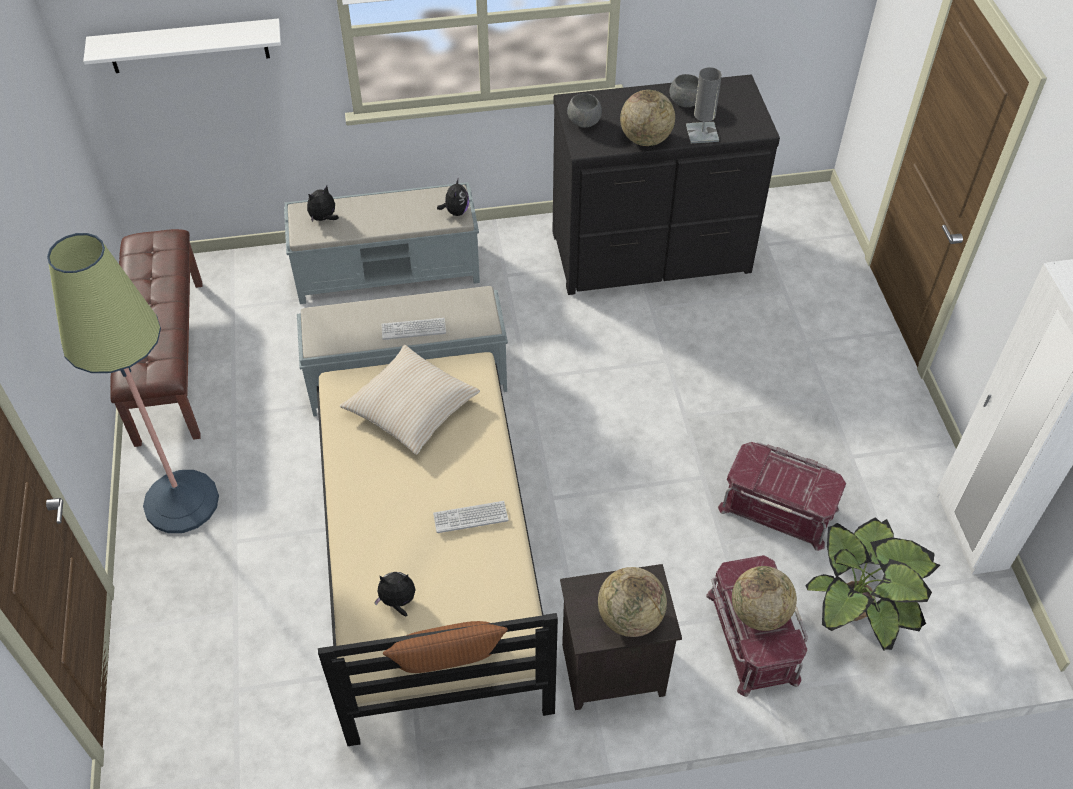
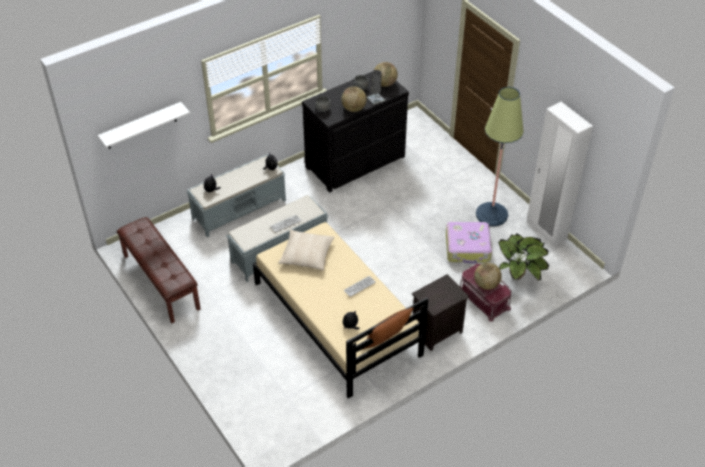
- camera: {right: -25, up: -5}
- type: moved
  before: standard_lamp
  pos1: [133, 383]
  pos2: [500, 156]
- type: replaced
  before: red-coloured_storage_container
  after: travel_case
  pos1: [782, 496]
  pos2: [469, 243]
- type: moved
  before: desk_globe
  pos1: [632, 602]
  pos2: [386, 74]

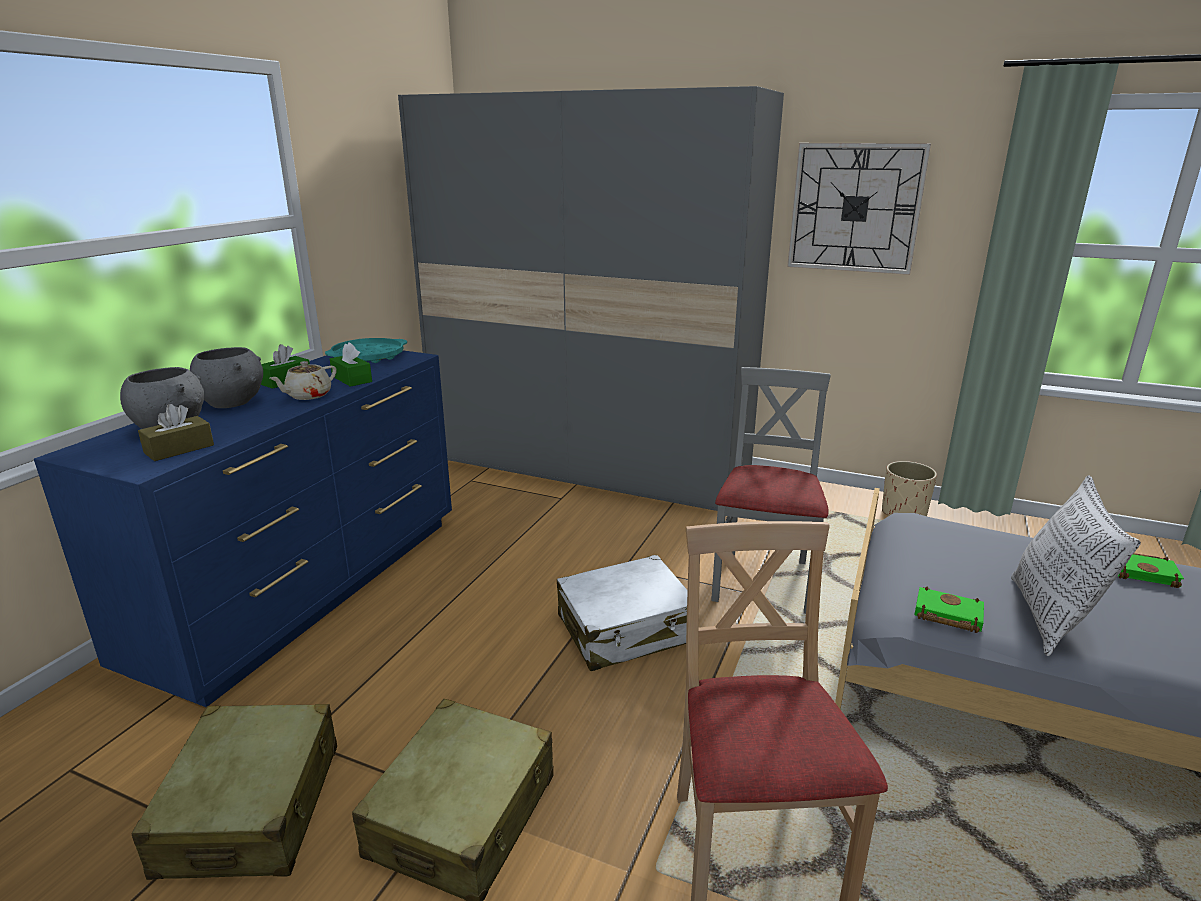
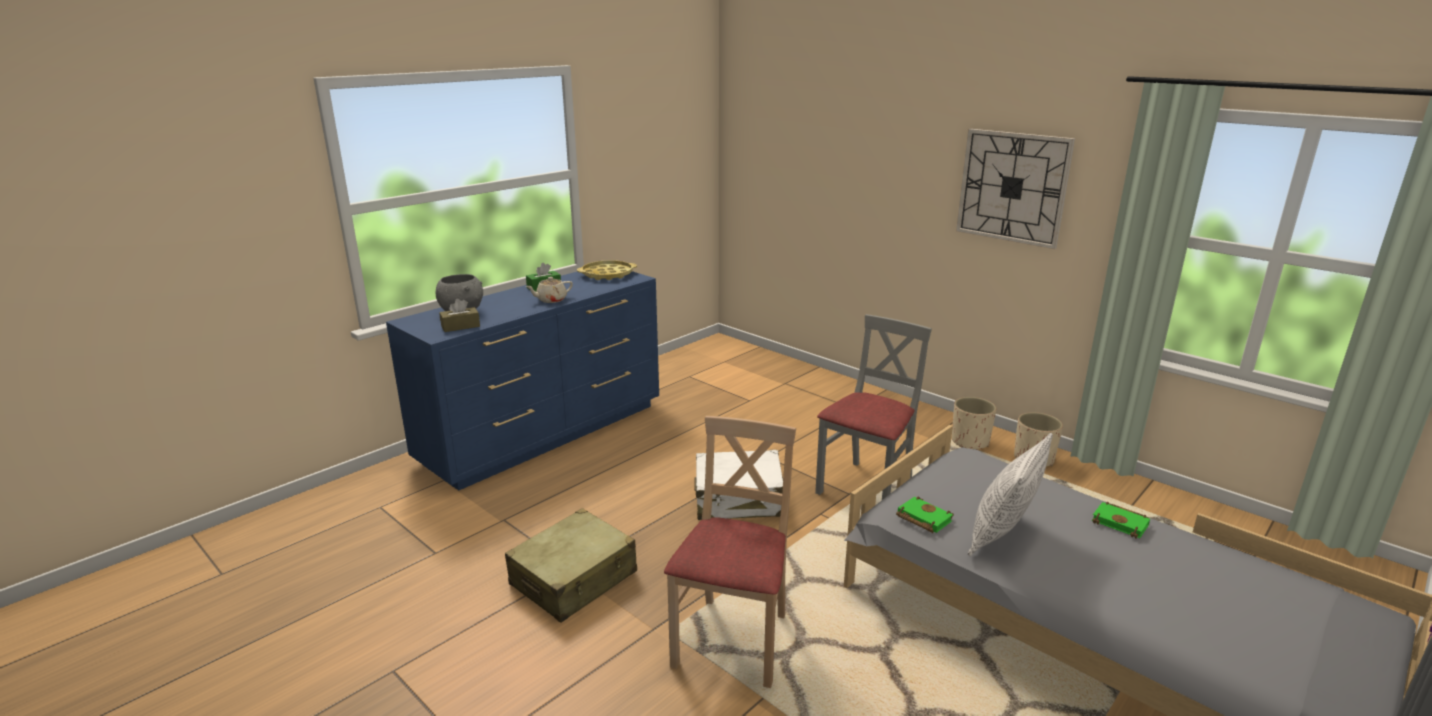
- camera: {right: 20, up: 0}
- type: removed
  before: grey_wardrobe
  pos1: [591, 298]
- type: recoloured
  before: blue-green_tray
  after: yellow_tray
  pos1: [366, 350]
  pos2: [607, 270]
- type: removed
  before: greenish_tissue_holder
  pos1: [351, 364]
- type: removed
  before: grey_deep_dish
  pos1: [226, 377]
- type: removed
  before: beige_travel_case
  pos1: [234, 792]
- type: added
  after: beige_plant_pot
  pos2: [974, 423]

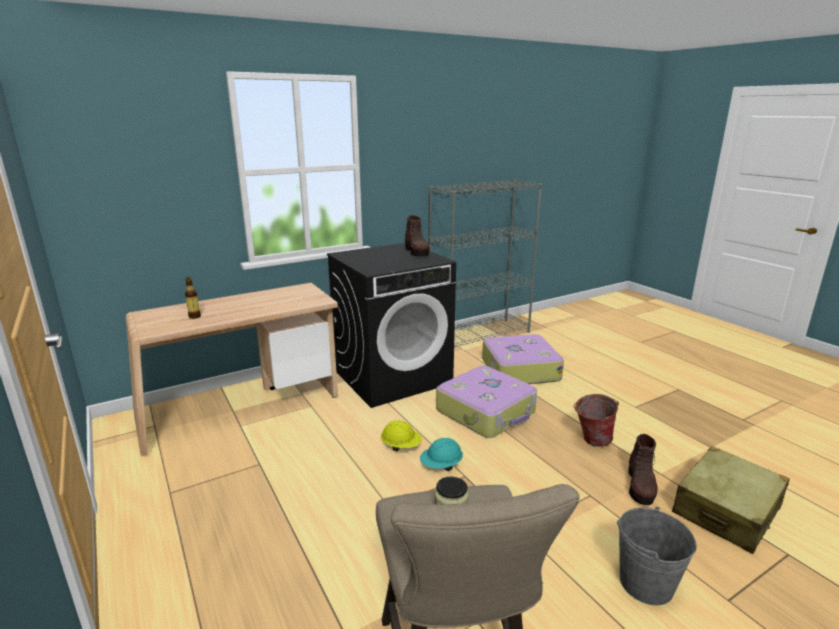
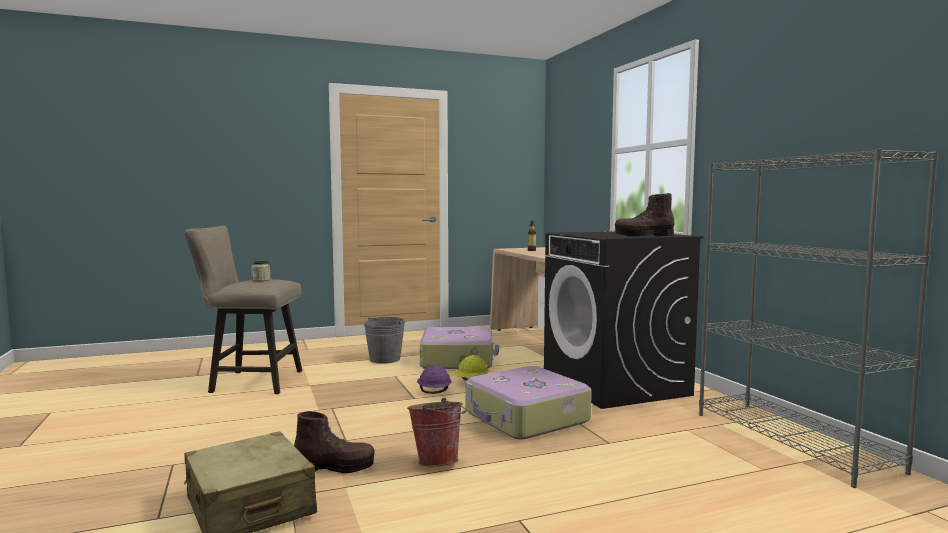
- camera: {right: 100, up: -15}
- type: moved
  before: travel_case
  pos1: [523, 359]
  pos2: [459, 348]
- type: turned
  before: brown_high-top_boot
  pos1: [643, 469]
  pos2: [334, 442]
  turn: 150
- type: recoloured
  before: blue-green_safety_helmet
  after: purple_safety_helmet
  pos1: [441, 454]
  pos2: [434, 379]
- type: moved
  before: grey_water_bucket
  pos1: [657, 556]
  pos2: [384, 340]

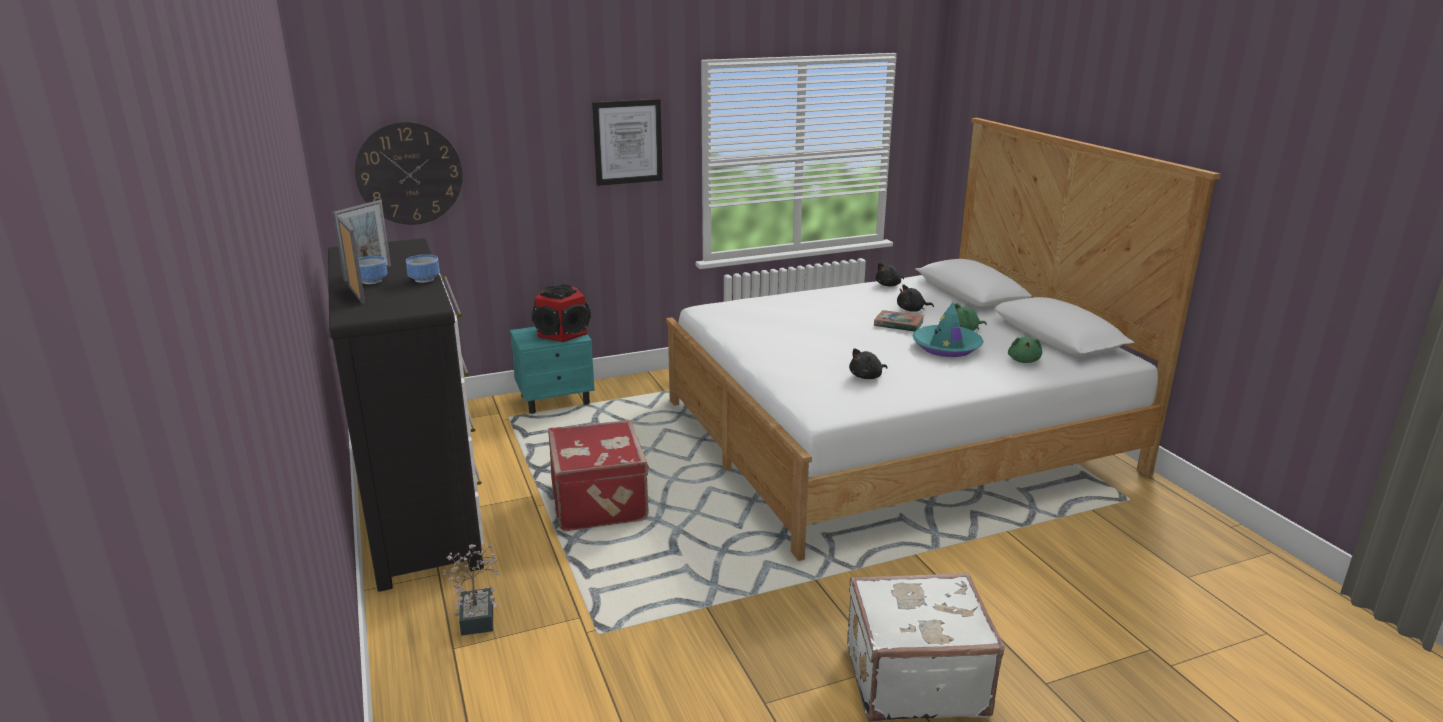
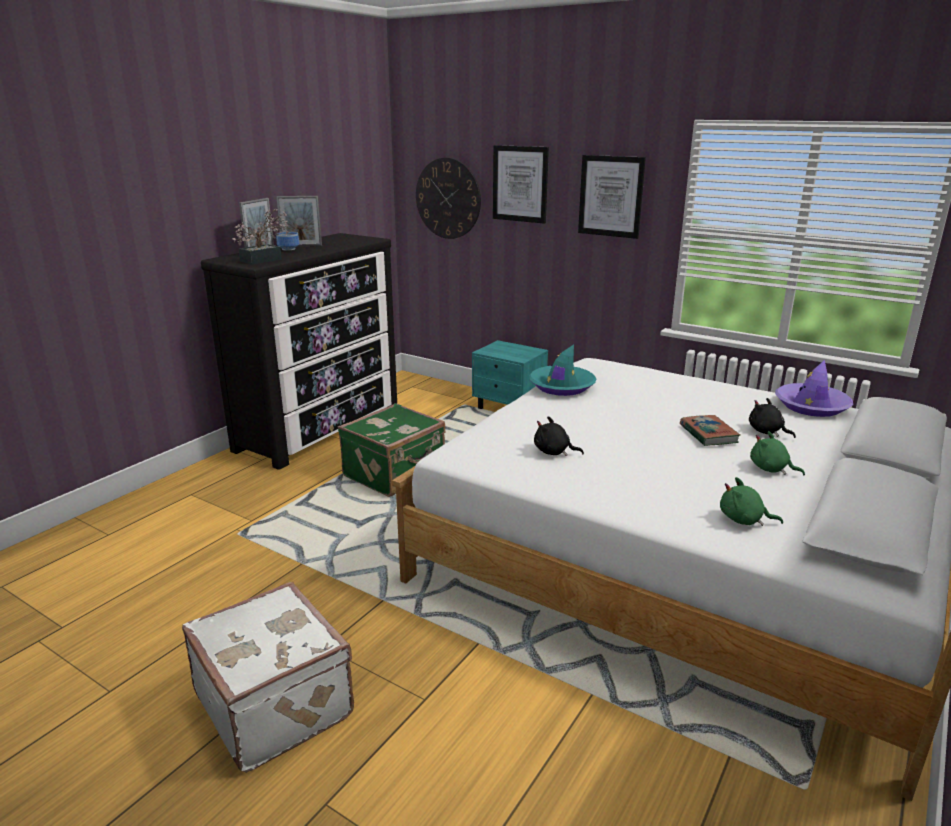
- camera: {right: 55, up: 0}
- type: removed
  before: deep_dish
  pos1: [423, 268]
- type: replaced
  before: black_soft_toy
  after: purple_wearable_hat
  pos1: [890, 274]
  pos2: [814, 388]
- type: removed
  before: audio_speaker
  pos1: [561, 313]
- type: moved
  before: blue-green_wearable_hat
  pos1: [948, 329]
  pos2: [563, 370]
- type: turned
  before: greenish_soft_toy
  pos1: [1025, 350]
  pos2: [751, 501]
  turn: 45
- type: recoloured
  before: red-coloured_travel_case
  after: greenish_travel_case
  pos1: [599, 475]
  pos2: [391, 450]
- type: moved
  before: houseplant
  pos1: [471, 590]
  pos2: [260, 236]
- type: added
  after: wall_art
  pos2: [521, 184]

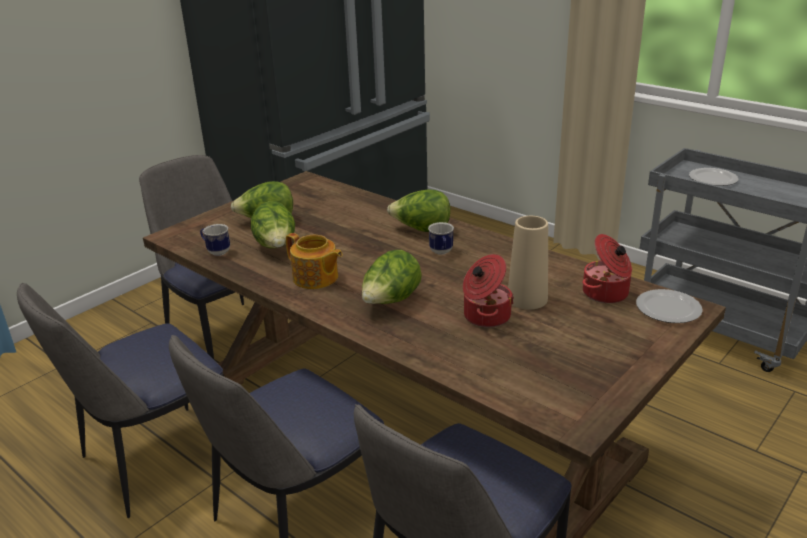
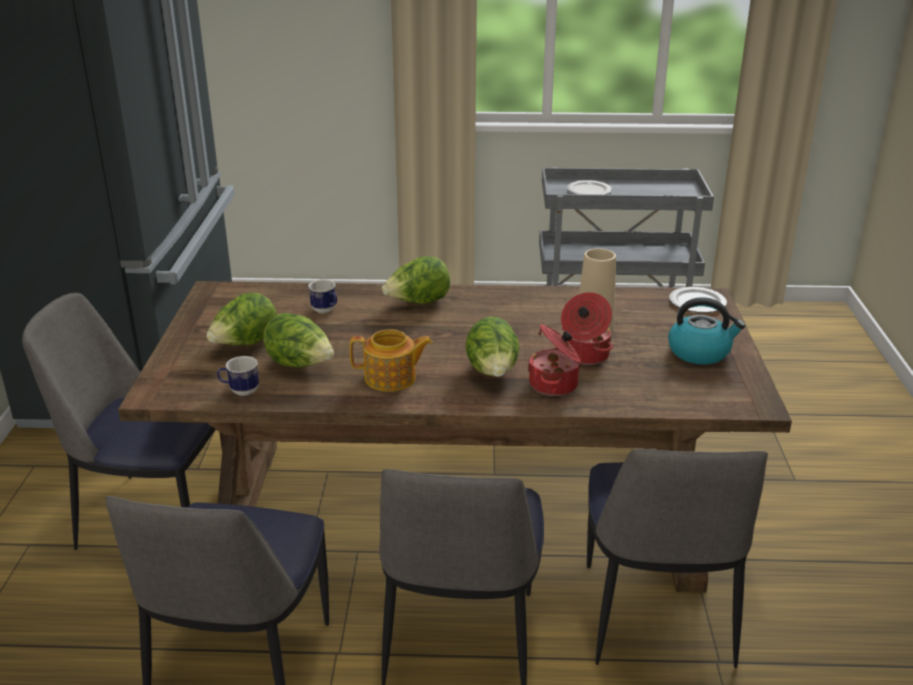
- camera: {right: -40, up: 0}
- type: moved
  before: tea_mug
  pos1: [441, 238]
  pos2: [322, 296]
- type: moved
  before: stockpot
  pos1: [607, 268]
  pos2: [554, 360]
- type: added
  after: kettle
  pos2: [706, 331]

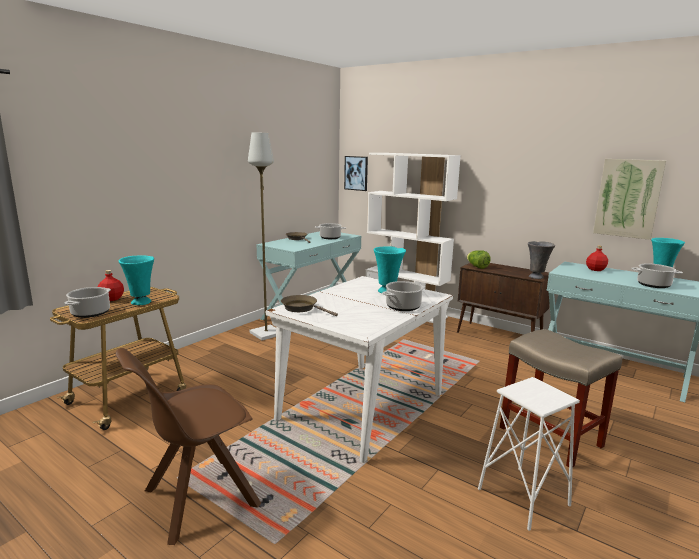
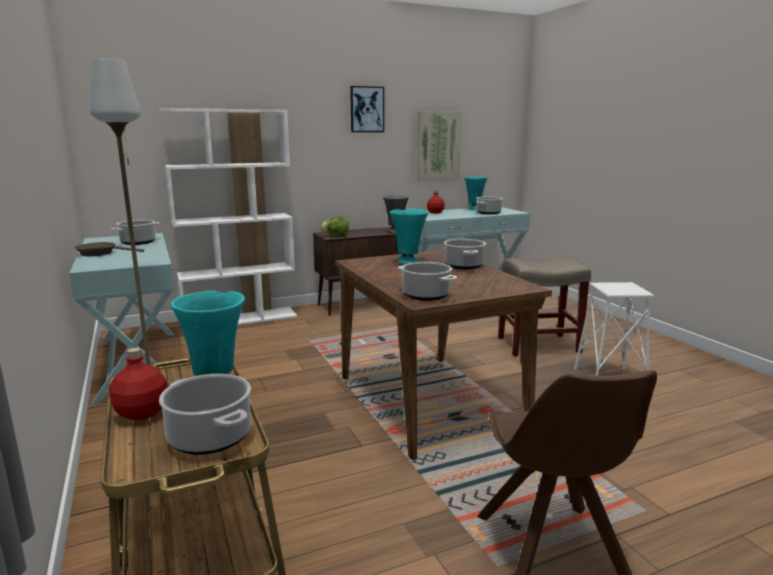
- camera: {right: -60, up: 0}
- type: moved
  before: wall_art
  pos1: [356, 173]
  pos2: [367, 109]
- type: recoloured
  before: white_dining_table
  after: brown_dining_table
  pos1: [359, 369]
  pos2: [443, 355]
- type: replaced
  before: brown_frying_pan
  after: stockpot
  pos1: [309, 305]
  pos2: [427, 281]

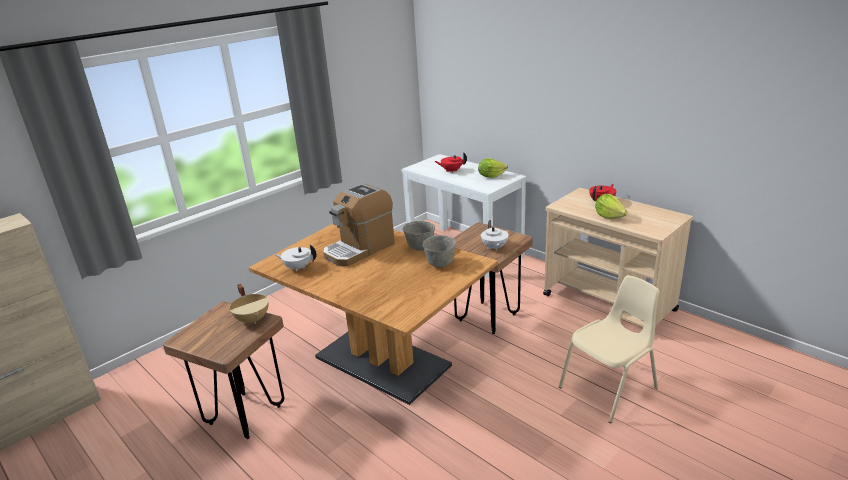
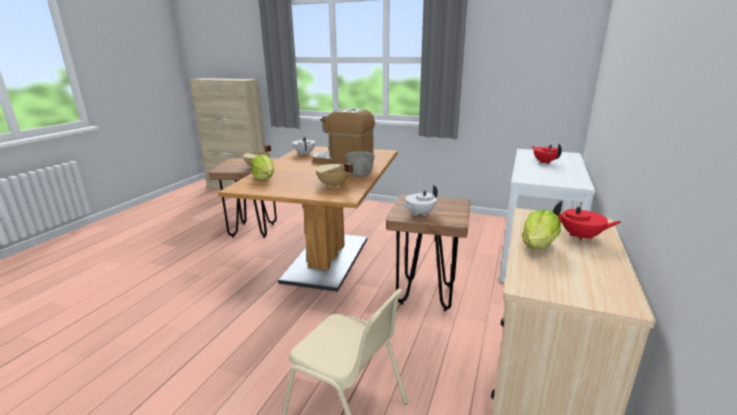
- camera: {right: 65, up: -5}
- type: moved
  before: lettuce_head
  pos1: [493, 168]
  pos2: [262, 167]
- type: replaced
  before: grey_deep_dish
  after: beige_stockpot
  pos1: [439, 251]
  pos2: [334, 175]

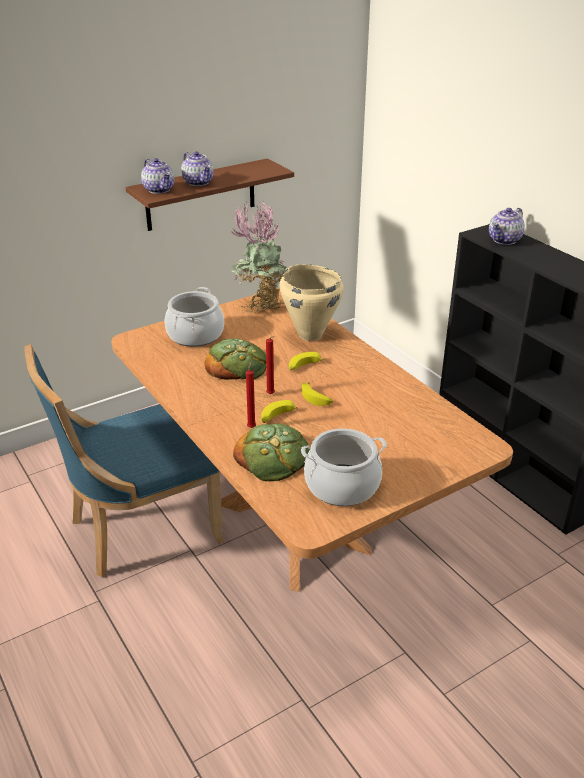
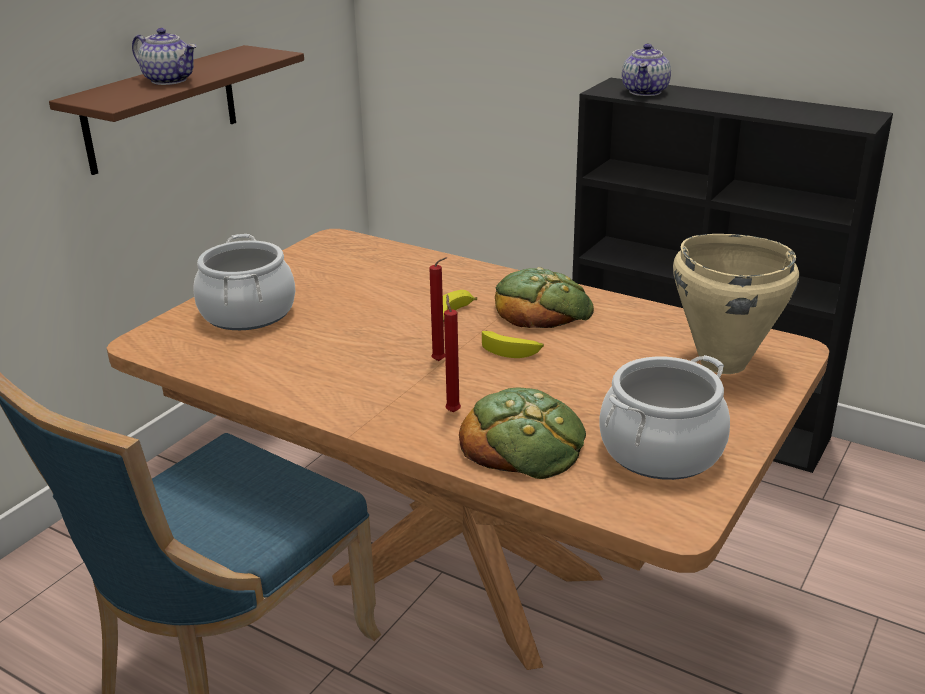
- camera: {right: -25, up: -5}
- type: removed
  before: pot_for_tea
  pos1: [158, 176]
- type: removed
  before: houseplant
  pos1: [259, 258]
- type: moved
  before: beige_stockpot
  pos1: [311, 302]
  pos2: [736, 304]
- type: moved
  before: baked_bread
  pos1: [235, 359]
  pos2: [544, 297]
- type: removed
  before: whole_banana
  pos1: [279, 411]

